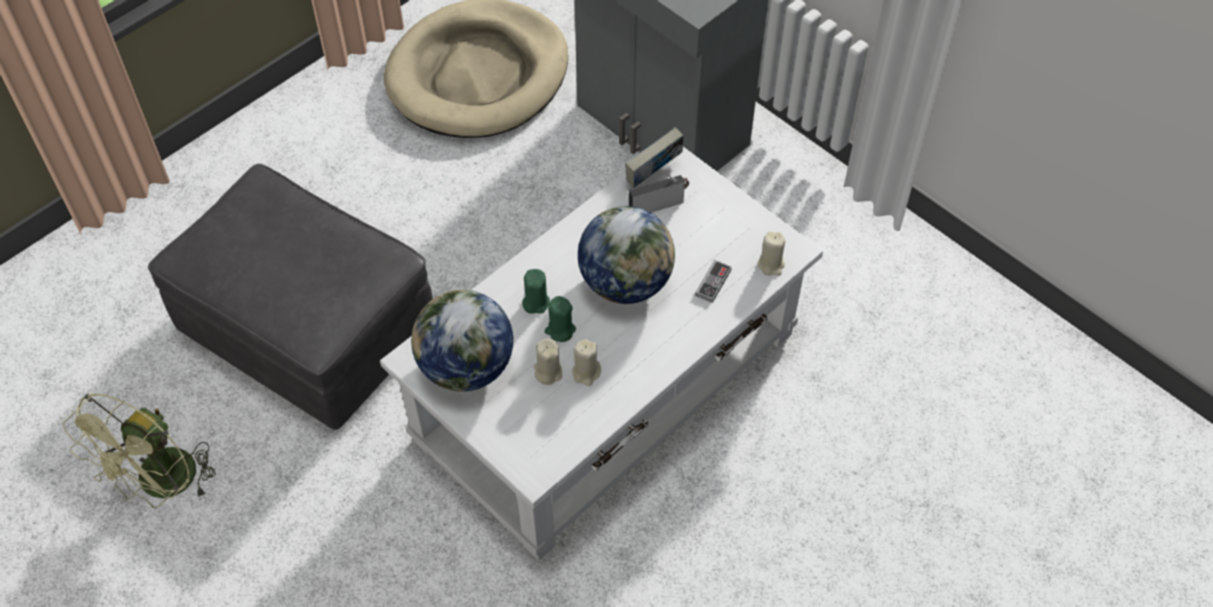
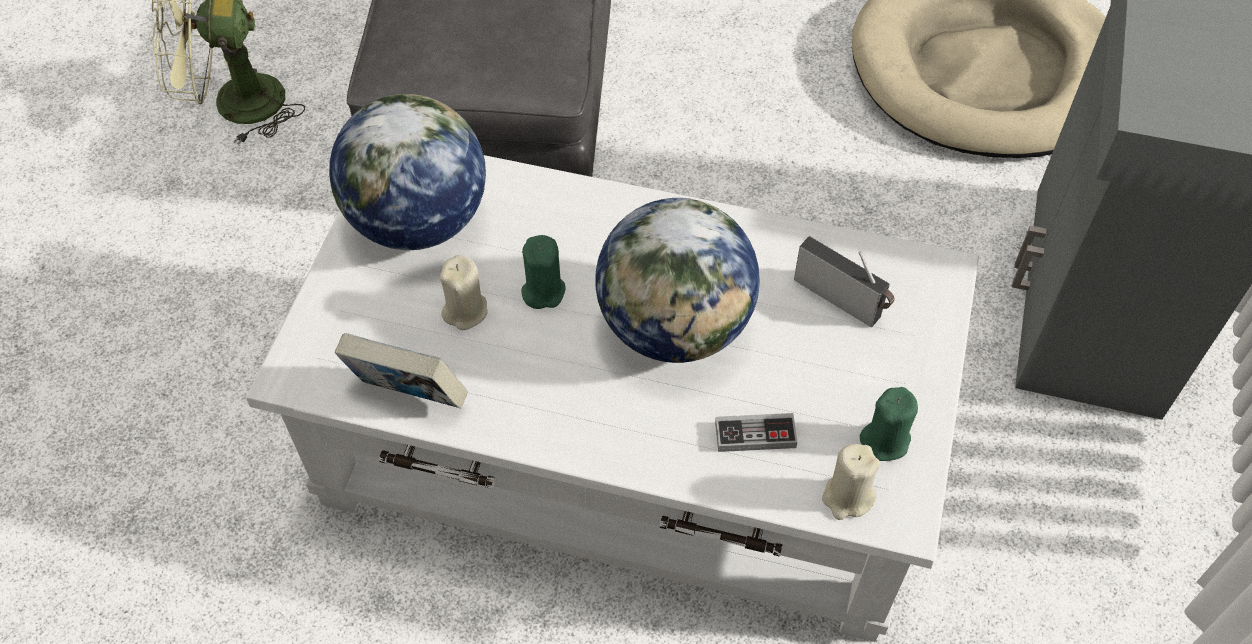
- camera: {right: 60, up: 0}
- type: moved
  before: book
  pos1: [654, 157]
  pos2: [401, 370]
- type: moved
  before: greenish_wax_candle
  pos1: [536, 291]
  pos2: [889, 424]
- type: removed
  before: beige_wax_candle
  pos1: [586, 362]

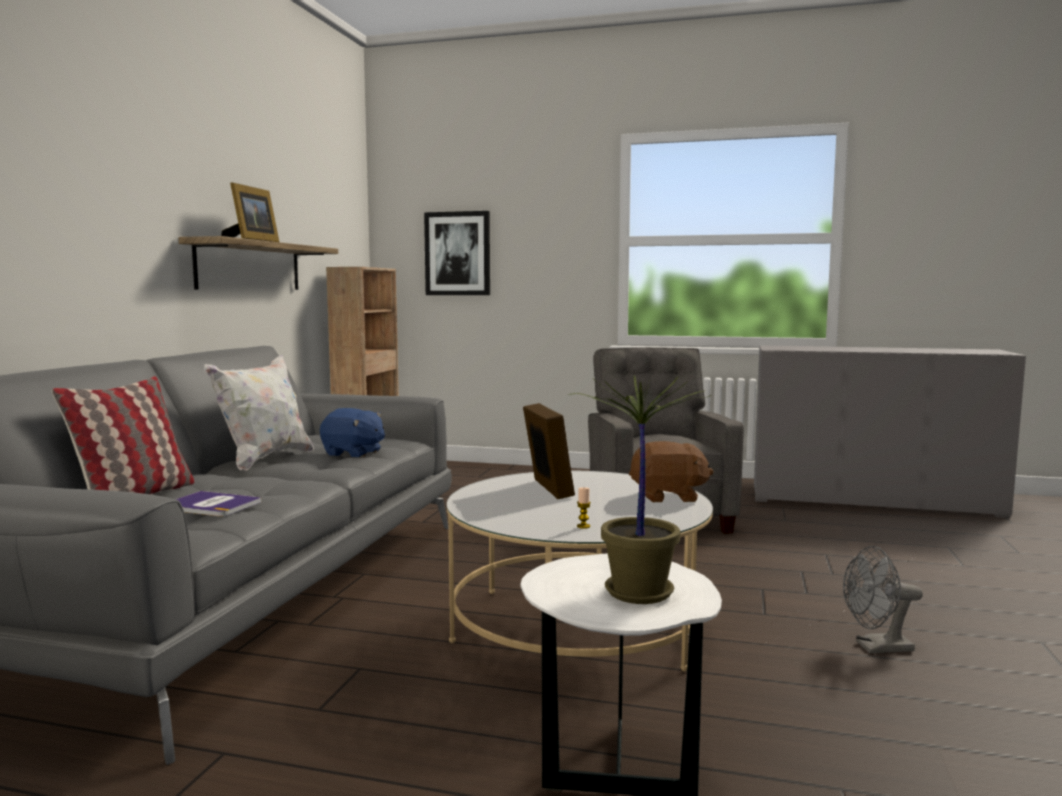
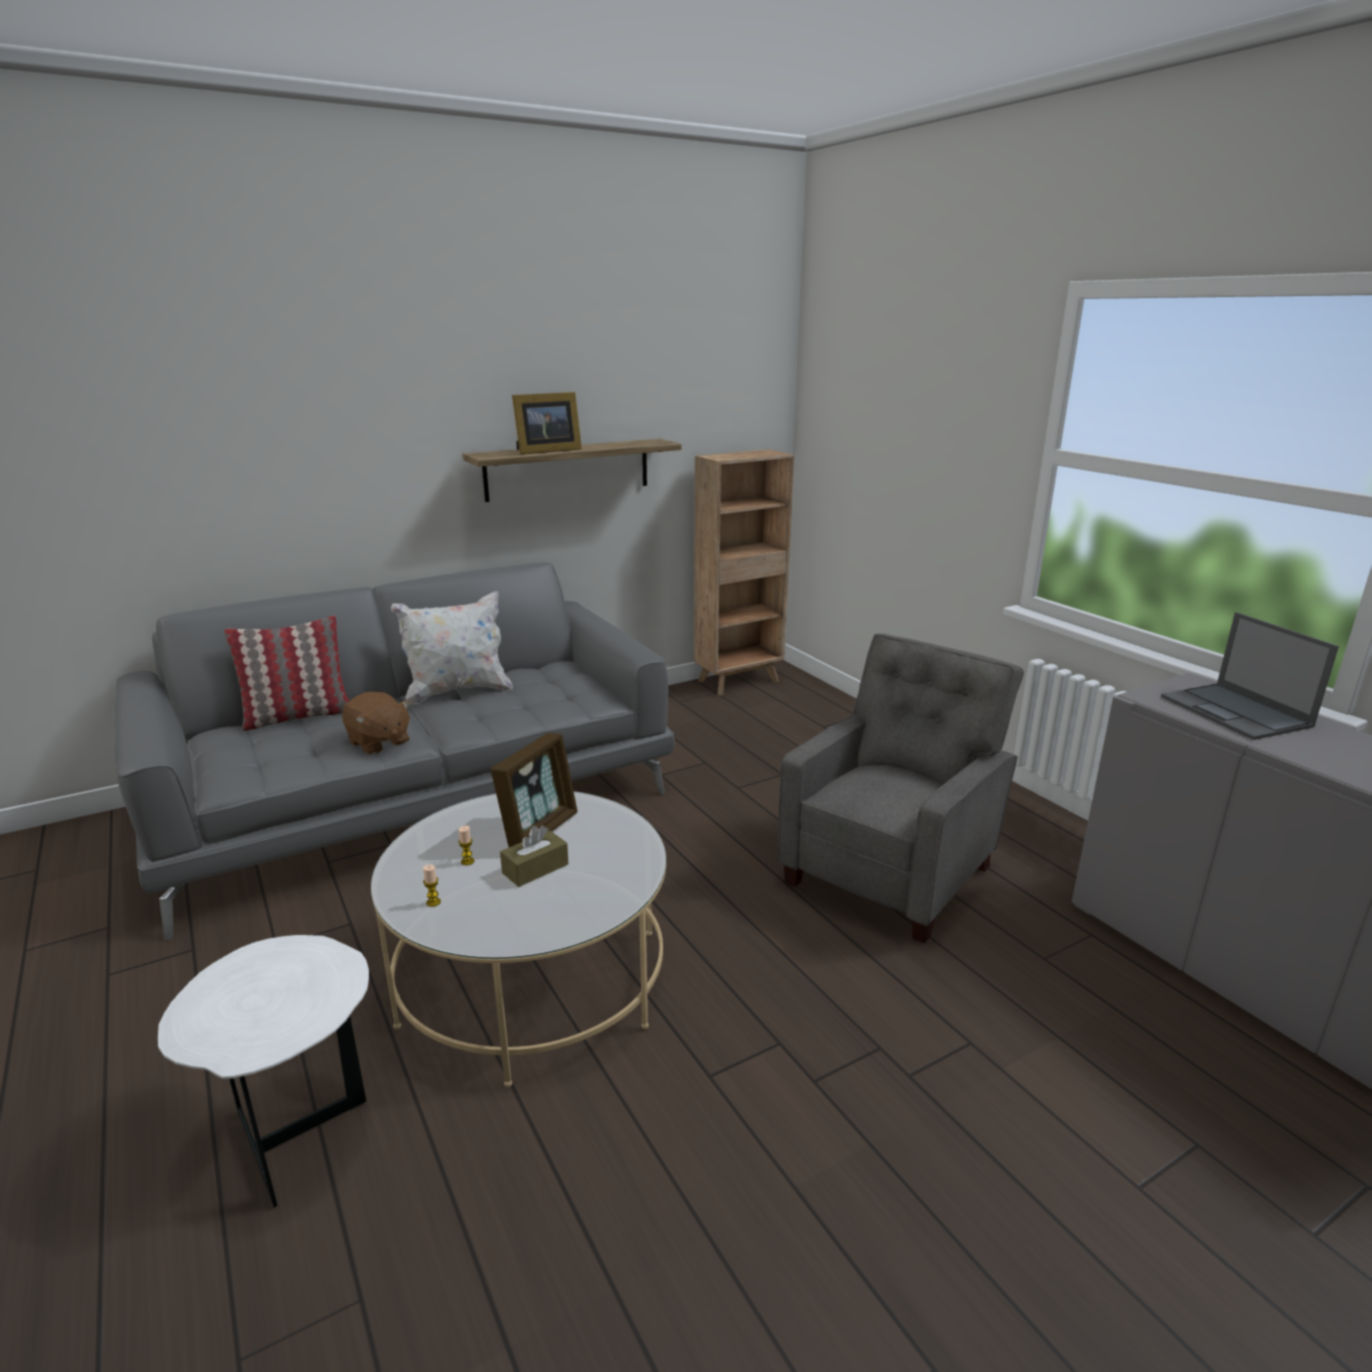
- camera: {right: 45, up: 15}
- type: removed
  before: wall_art
  pos1: [457, 253]
- type: removed
  before: houseplant
  pos1: [640, 489]
- type: removed
  before: blue_soft_toy
  pos1: [352, 433]
- type: moved
  before: brown_soft_toy
  pos1: [671, 471]
  pos2: [376, 723]
- type: removed
  before: book
  pos1: [218, 503]
- type: removed
  before: grey_electric_fan
  pos1: [883, 599]
- type: added
  after: notebook_computer
  pos2: [1250, 676]
- type: added
  after: brown_tissue_holder
  pos2: [534, 856]
- type: added
  after: wax_candle
  pos2: [467, 845]

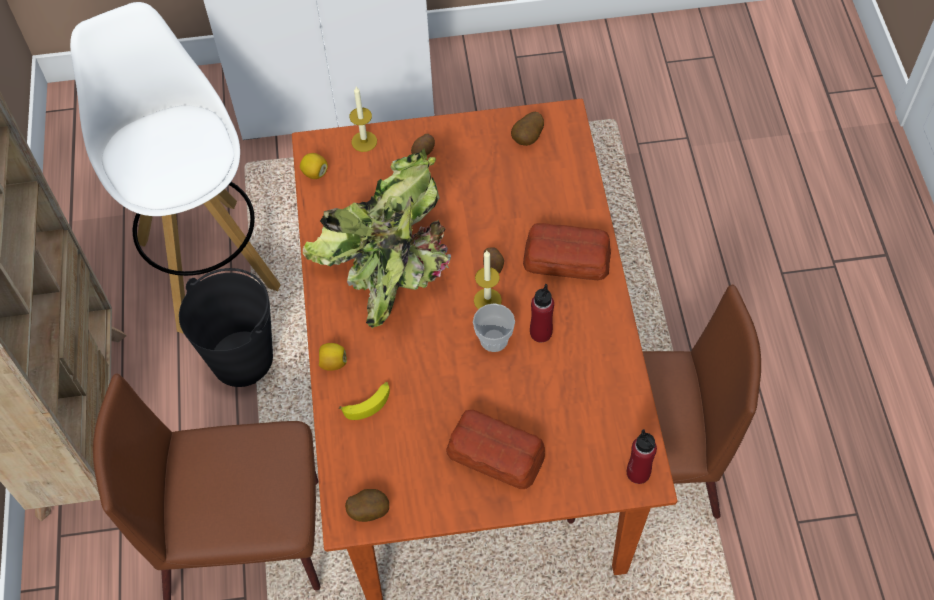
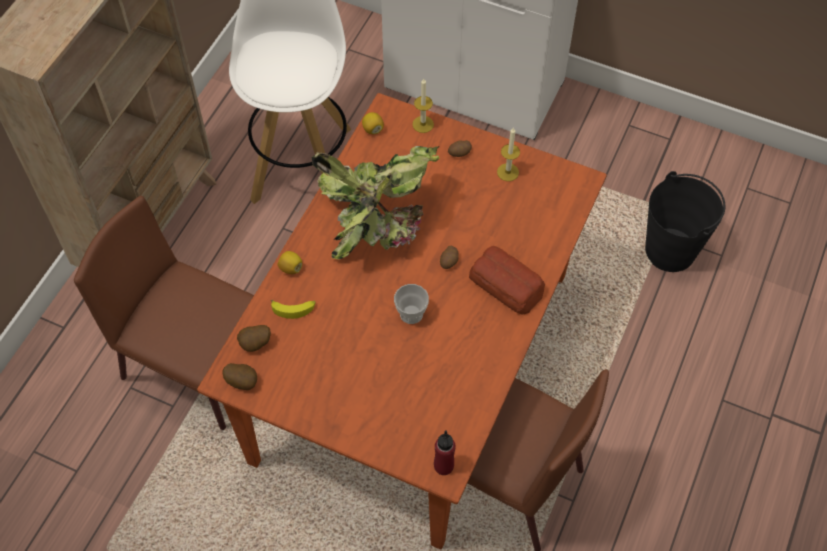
- camera: {right: 30, up: 0}
- type: moved
  before: spud
  pos1: [527, 129]
  pos2: [254, 338]
- type: moved
  before: wax_candle
  pos1: [488, 280]
  pos2: [508, 154]
- type: moved
  before: black_water_bucket
  pos1: [226, 327]
  pos2: [685, 221]
- type: removed
  before: red-coloured_bottle
  pos1: [542, 313]
- type: removed
  before: baked_bread
  pos1: [495, 449]

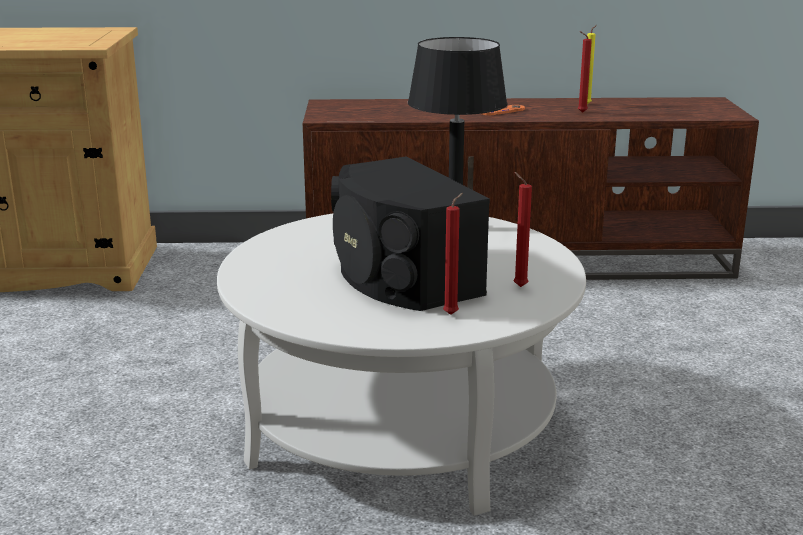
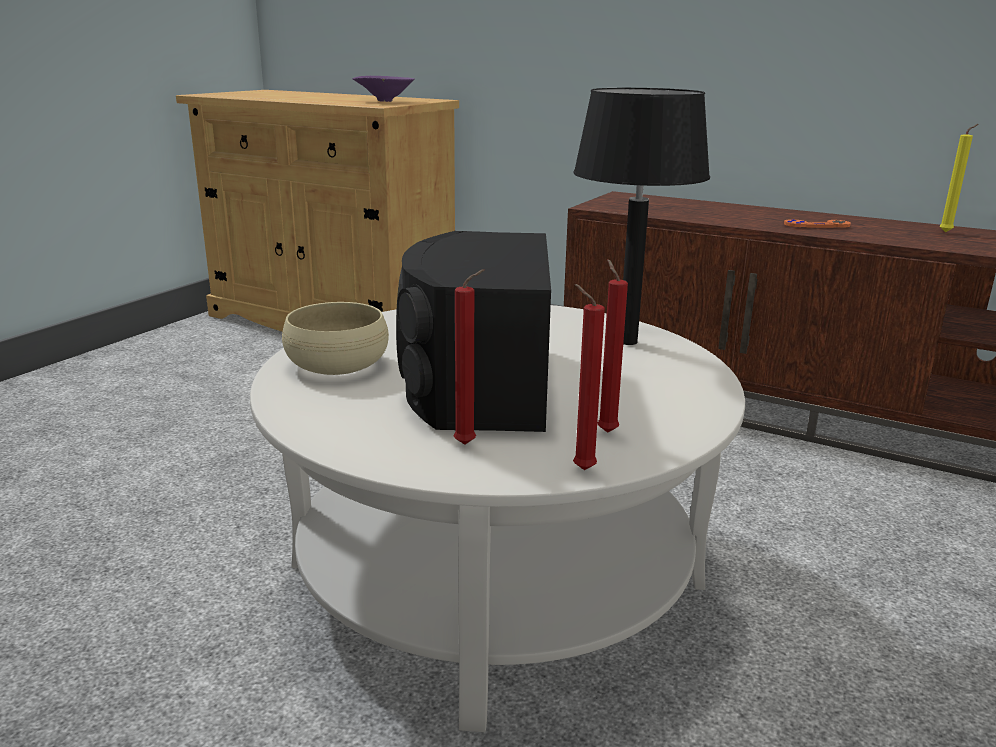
- camera: {right: 30, up: 0}
- type: moved
  before: red-coloured_wax_candle
  pos1: [585, 72]
  pos2: [589, 377]
- type: added
  after: purple_deep_dish
  pos2: [383, 89]
- type: added
  after: beige_deep_dish
  pos2: [335, 338]

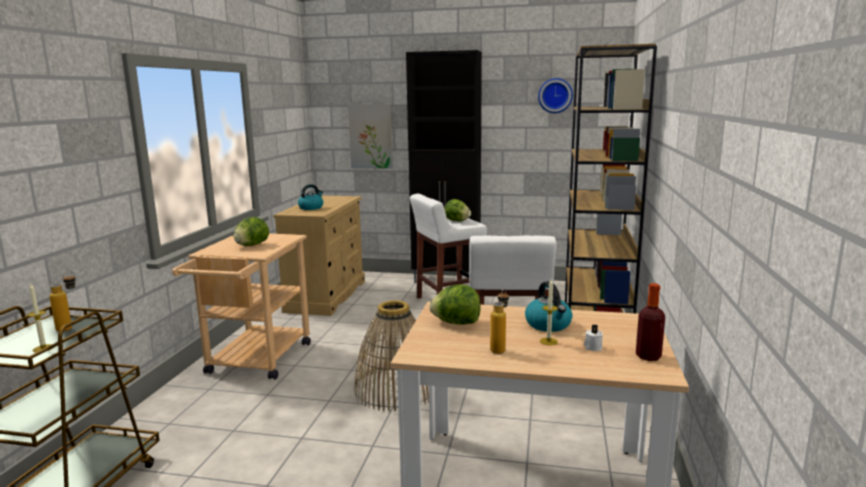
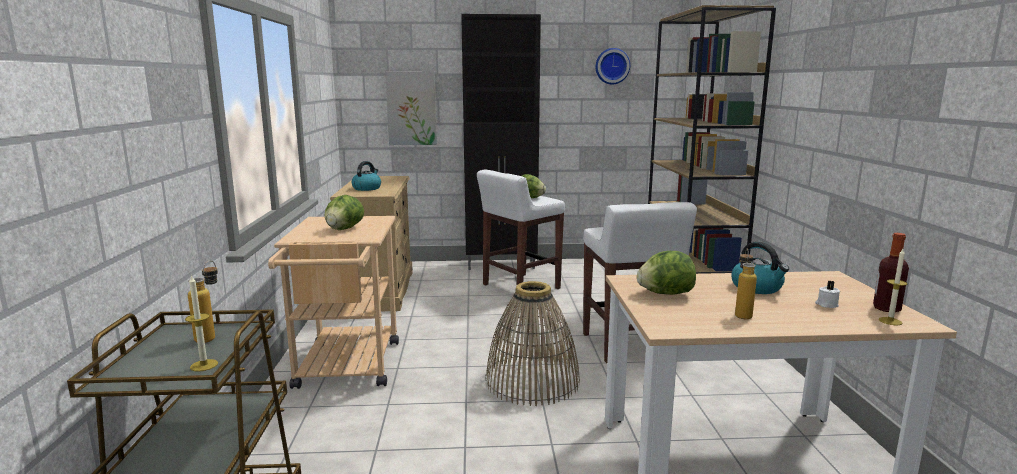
- camera: {right: -15, up: 0}
- type: moved
  before: wax_candle
  pos1: [549, 312]
  pos2: [893, 287]

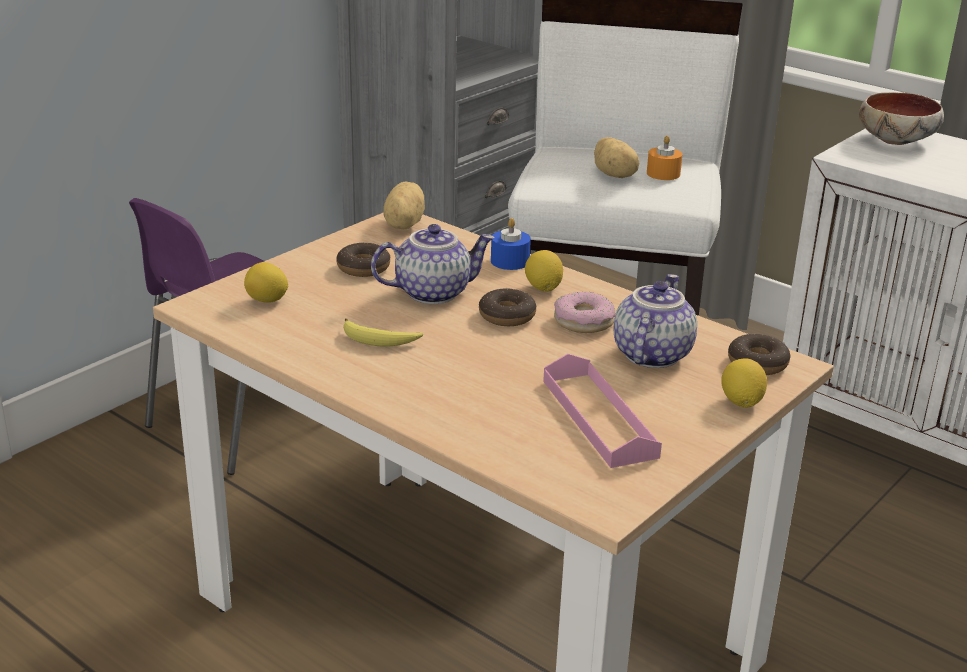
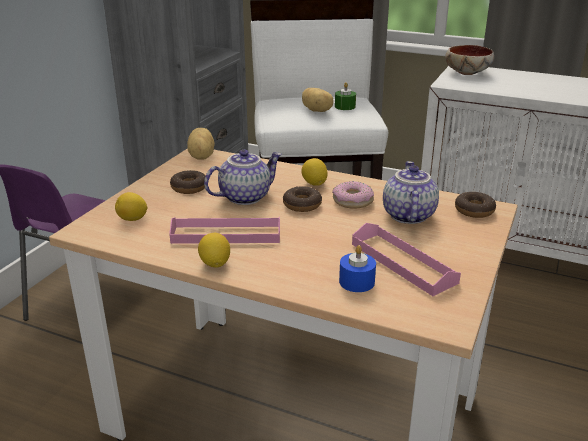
- camera: {right: -15, up: 0}
- type: recoloured
  before: orange-coloured_wax_candle
  after: greenish_wax_candle
  pos1: [665, 157]
  pos2: [345, 96]
- type: moved
  before: blue_wax_candle
  pos1: [511, 244]
  pos2: [357, 268]
- type: replaced
  before: whole_banana
  after: pink-coloured_tray
  pos1: [383, 332]
  pos2: [224, 230]
- type: moved
  before: lemon
  pos1: [744, 383]
  pos2: [214, 250]

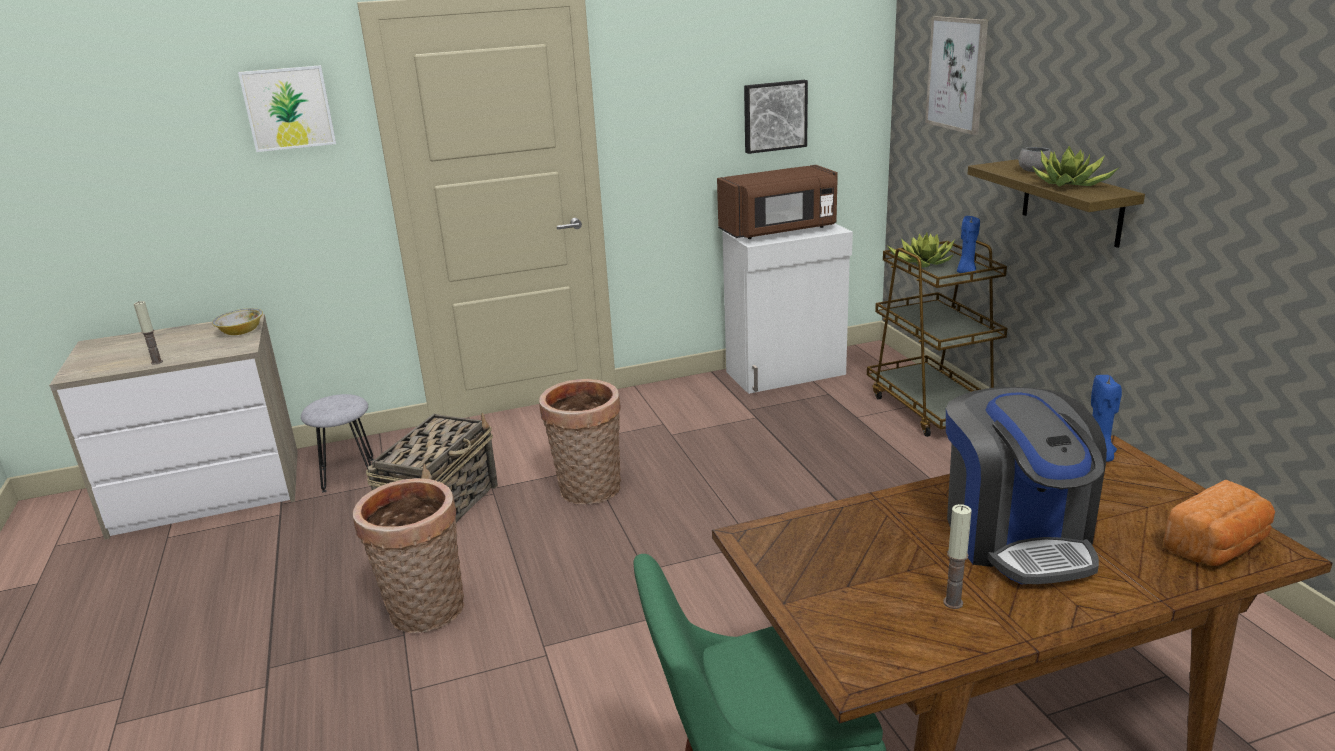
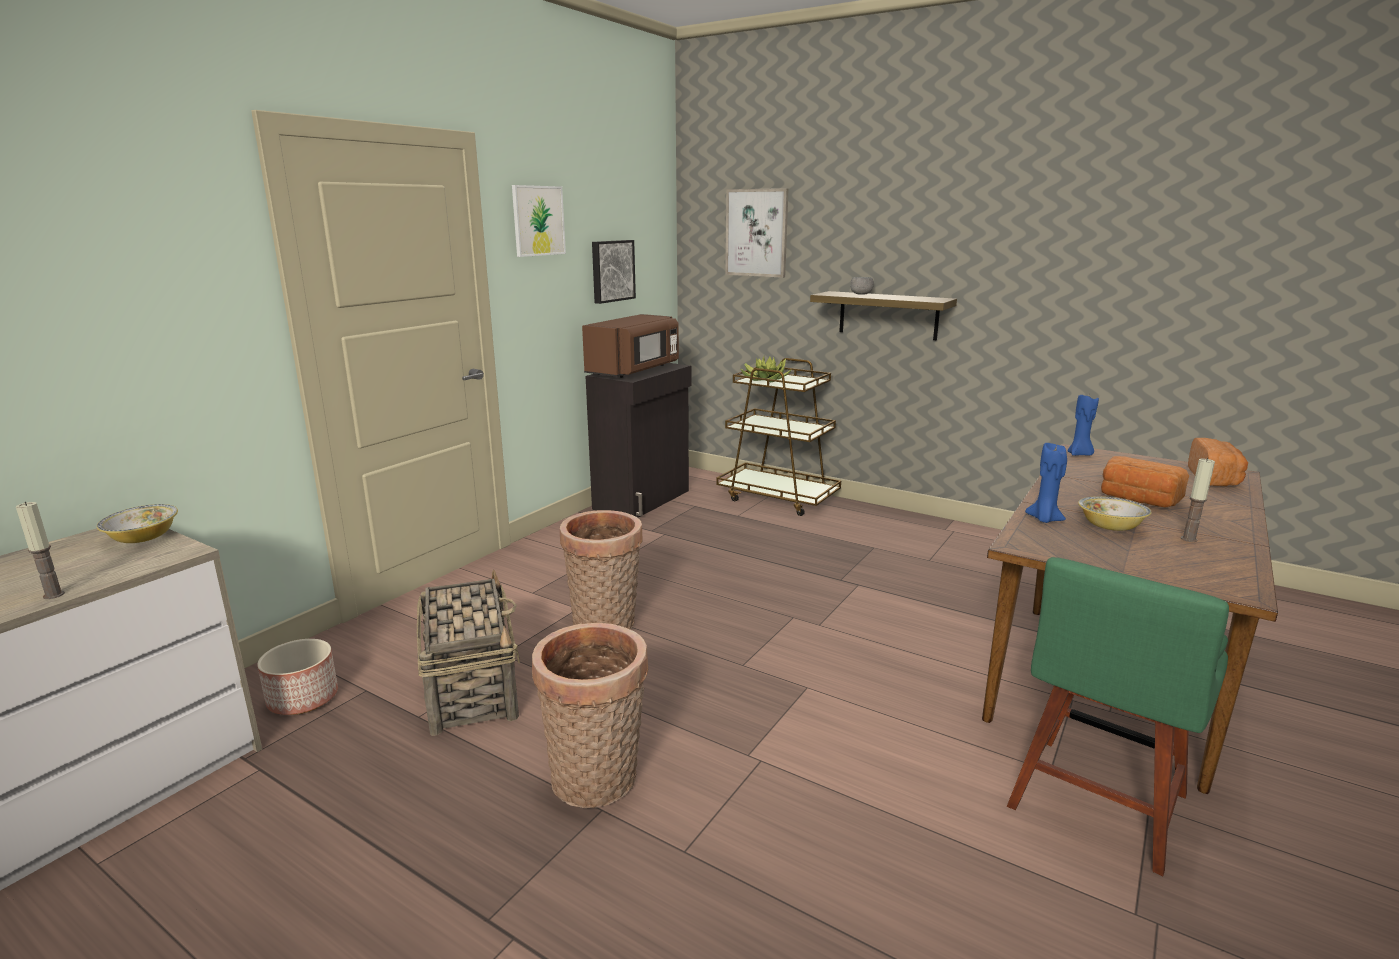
- camera: {right: -40, up: -5}
- type: moved
  before: wall_art
  pos1: [287, 108]
  pos2: [539, 221]
- type: removed
  before: houseplant
  pos1: [1075, 166]
- type: moved
  before: blue_wax_candle
  pos1: [968, 245]
  pos2: [1046, 483]
- type: recoloured
  before: white_cupboard
  after: black_cupboard
  pos1: [787, 308]
  pos2: [638, 440]
- type: replaced
  before: coffee_brewer
  after: baked_bread
  pos1: [1026, 485]
  pos2: [1145, 482]
- type: replaced
  before: grey_stool
  after: plant_pot
  pos1: [337, 443]
  pos2: [297, 677]
- type: added
  after: deep_dish
  pos2: [1114, 513]

